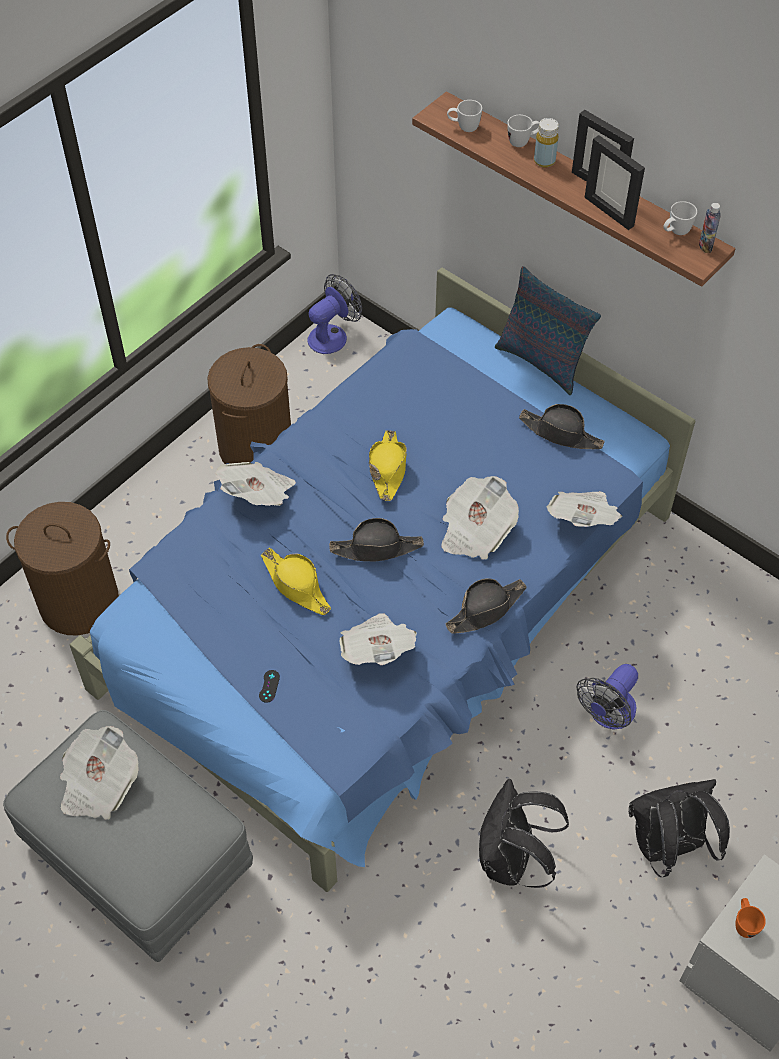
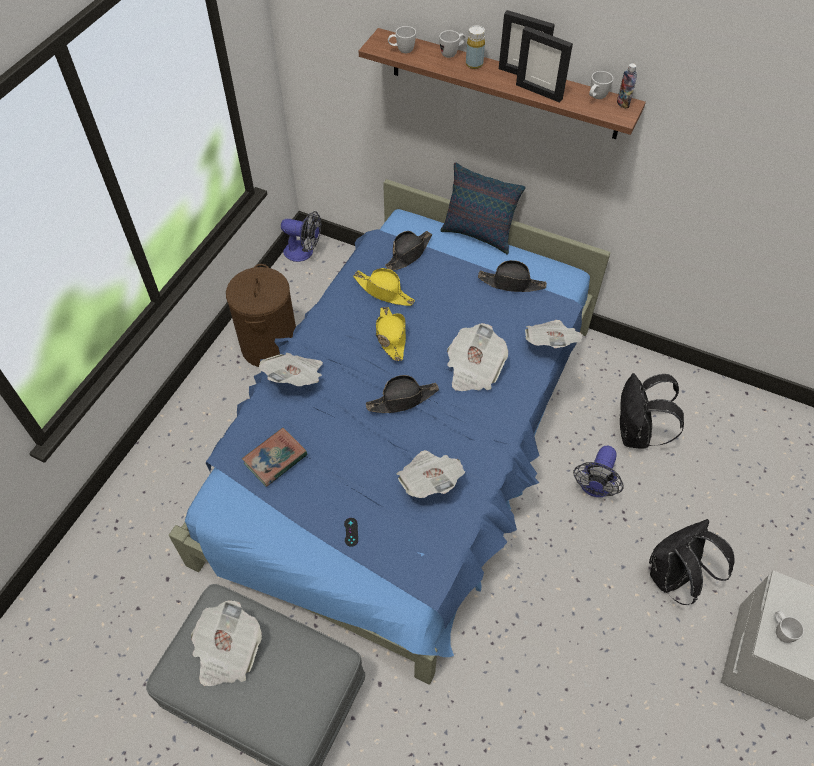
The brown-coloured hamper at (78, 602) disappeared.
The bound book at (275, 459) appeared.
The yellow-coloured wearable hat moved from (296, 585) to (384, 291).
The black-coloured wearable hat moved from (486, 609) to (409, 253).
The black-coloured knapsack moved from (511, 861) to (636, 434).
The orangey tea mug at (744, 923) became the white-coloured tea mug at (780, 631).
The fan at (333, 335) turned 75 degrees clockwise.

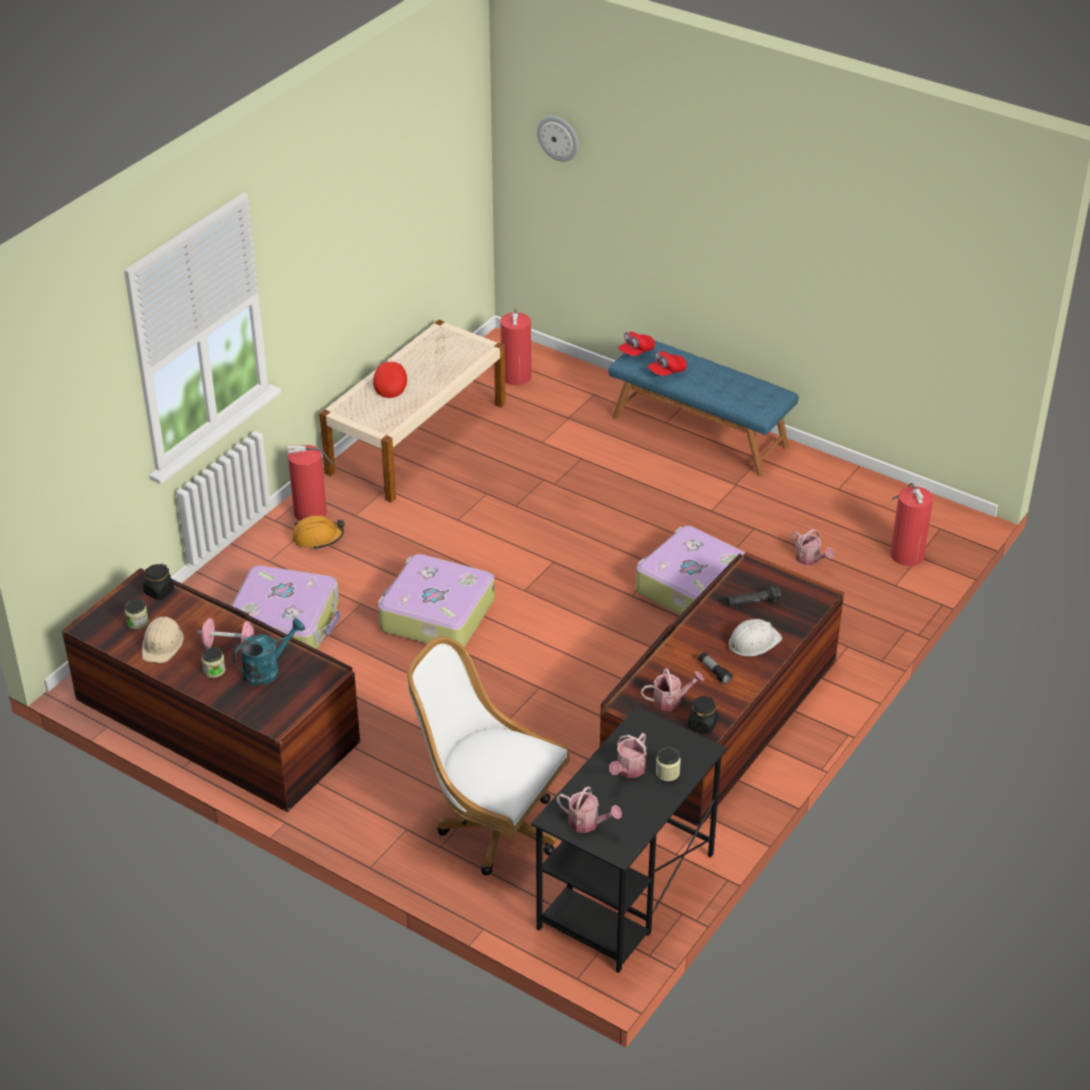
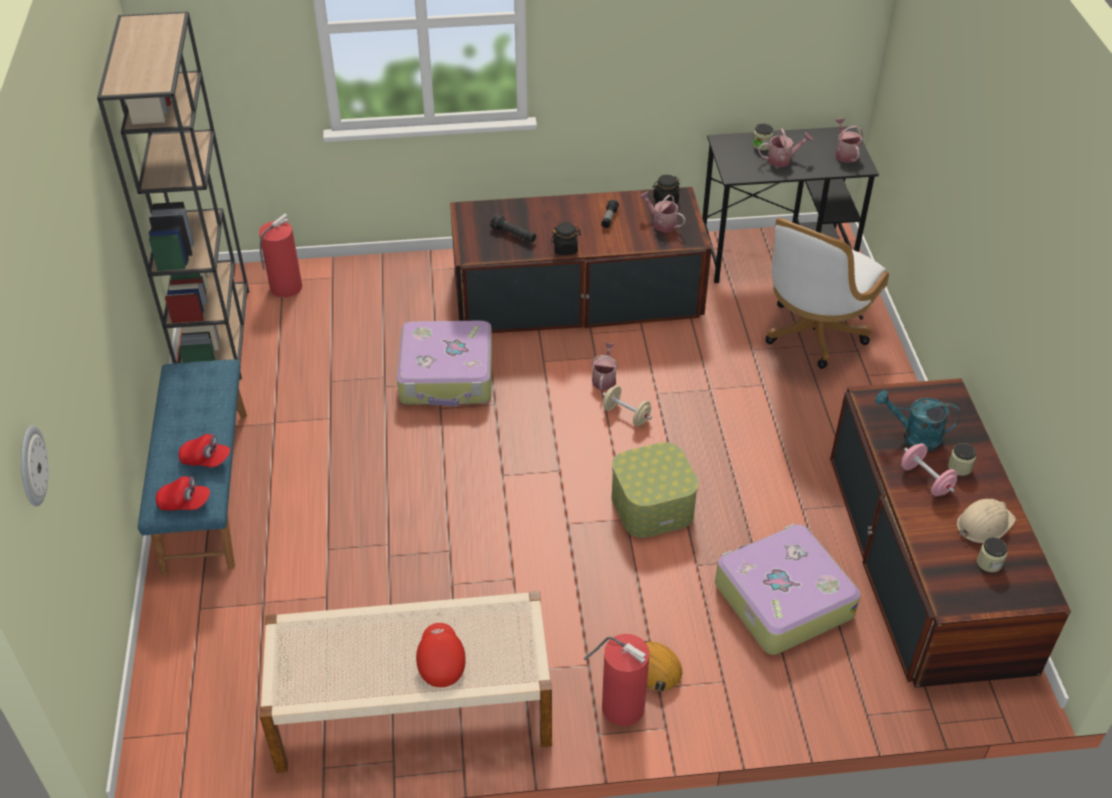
The fire extinguisher at (516, 375) disappeared.
The white-coloured hard hat at (753, 642) disappeared.
The bookshelf at (214, 335) appeared.
The beige hand weight at (626, 415) appeared.
The black-coloured preserve jar moved from (159, 592) to (566, 249).
The watering pot moved from (810, 559) to (604, 379).
The travel case at (436, 615) was replaced by the storage container at (652, 505).
The red-coloured cap at (390, 385) turned 120 degrees clockwise.
The white-coloured office chair at (490, 826) turned 45 degrees clockwise.

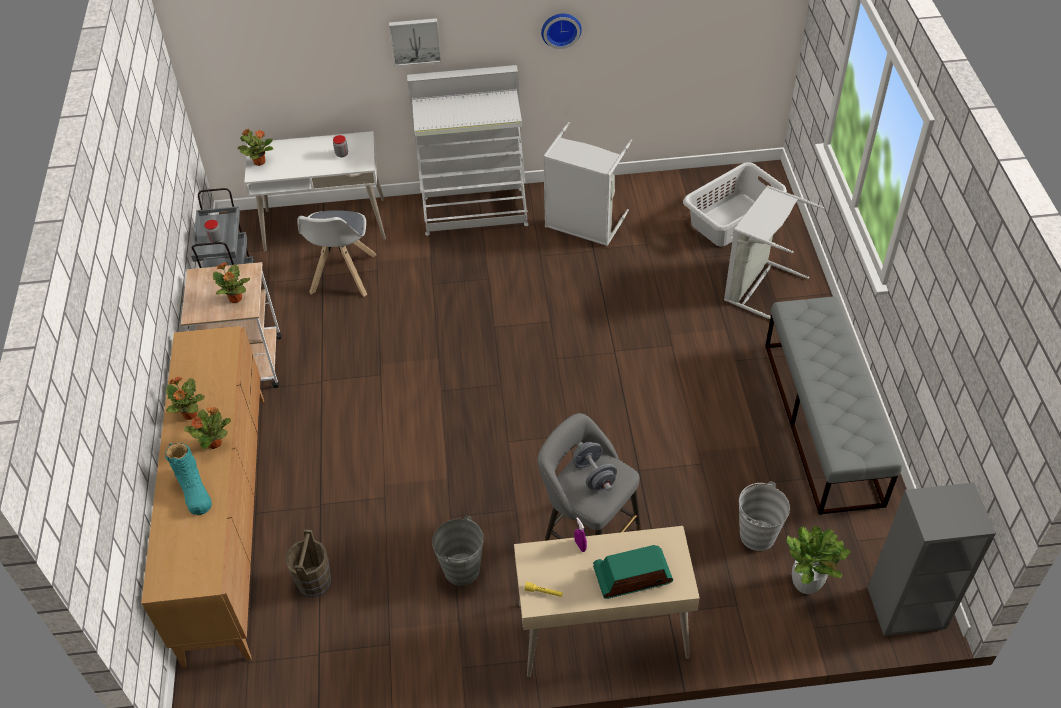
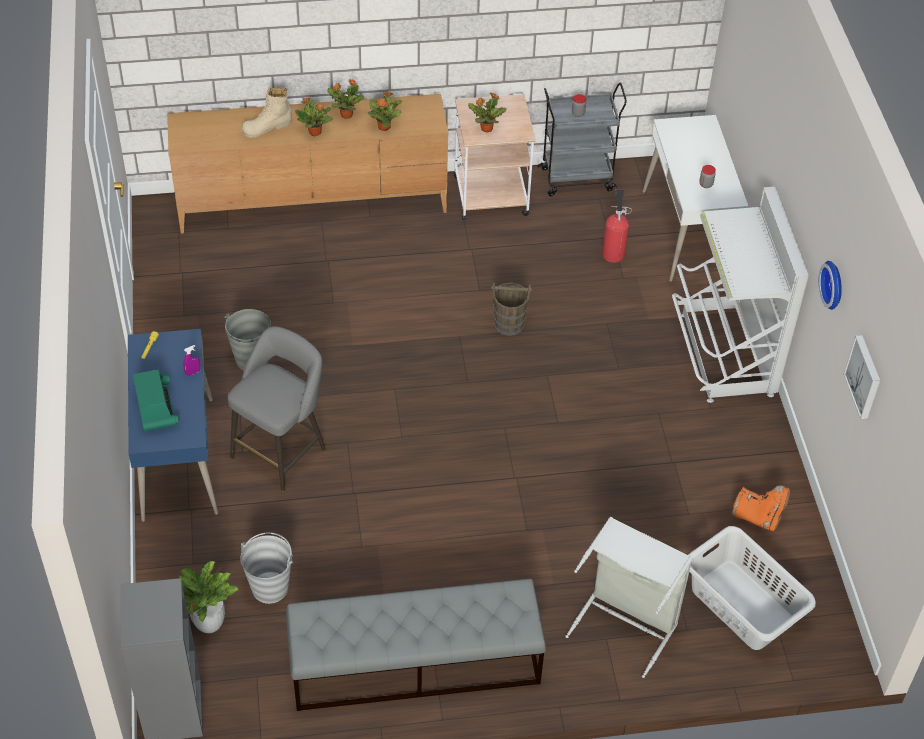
The grey hamper at (583, 225) disappeared.
The grey hand weight at (594, 475) disappeared.
The orangey boot at (758, 518) appeared.
The plant in a pot moved from (259, 162) to (384, 127).
The brown-coloured pail moved from (314, 582) to (508, 324).
The wall picture moved from (415, 40) to (864, 376).
The plain chair at (342, 275) was replaced by the fire extinguisher at (613, 252).
The turquoise-coloured boot at (194, 490) became the beige boot at (267, 127).
The beige desk unit at (602, 631) became the blue-coloured desk unit at (177, 459).

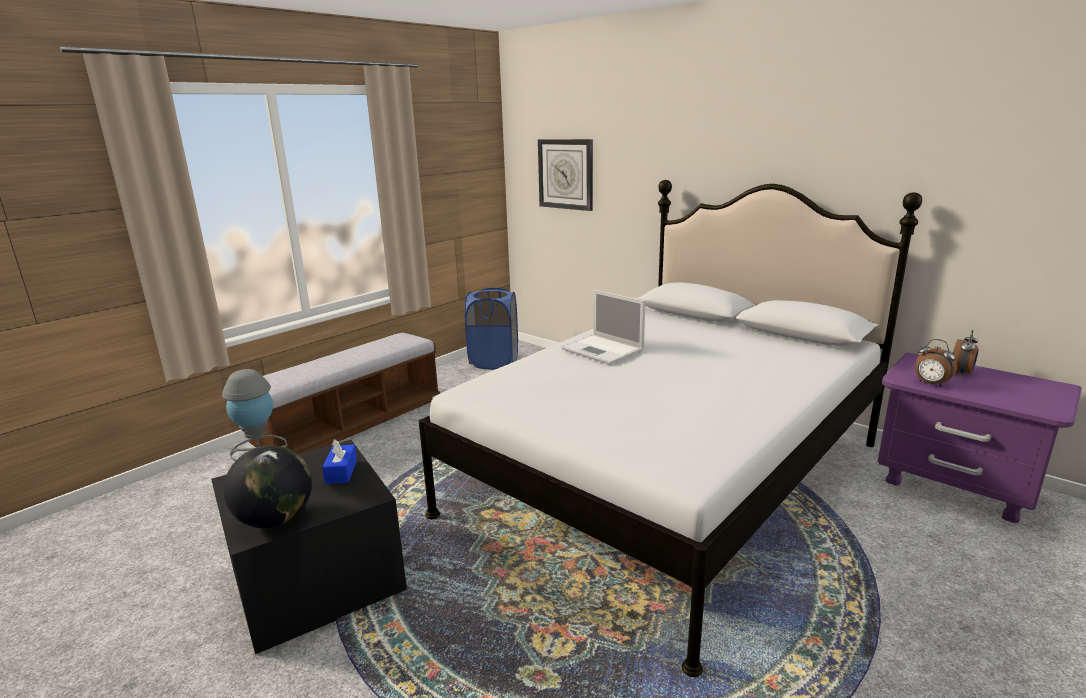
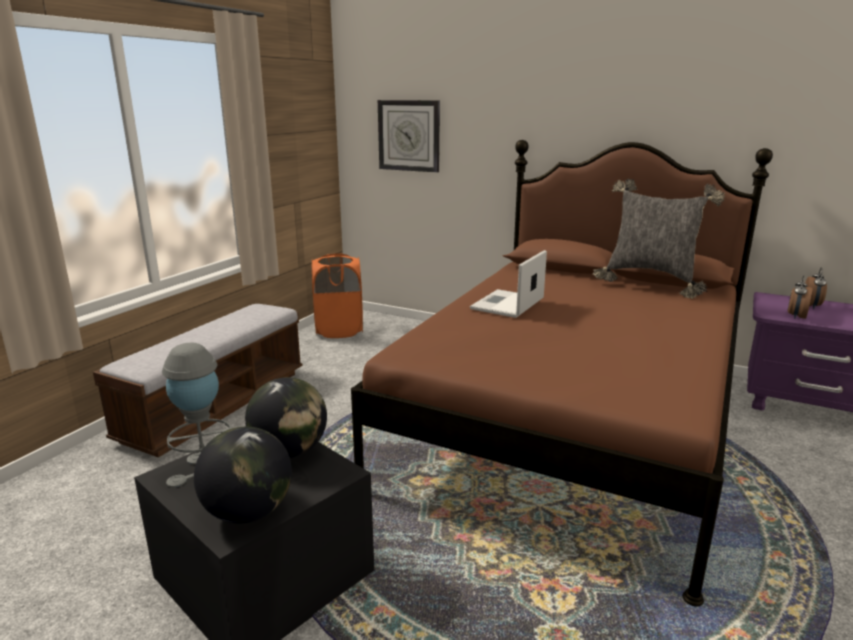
The cushion at (650, 287) appeared.
The blue-coloured box of tissues at (341, 471) was replaced by the world globe at (289, 451).
The white-coloured sleeping bed at (670, 478) became the brown-coloured sleeping bed at (572, 425).
The blue-coloured hamper at (494, 361) became the orangey hamper at (339, 330).
The notebook computer at (603, 350) turned 90 degrees clockwise.
The table clock at (930, 384) turned 90 degrees clockwise.

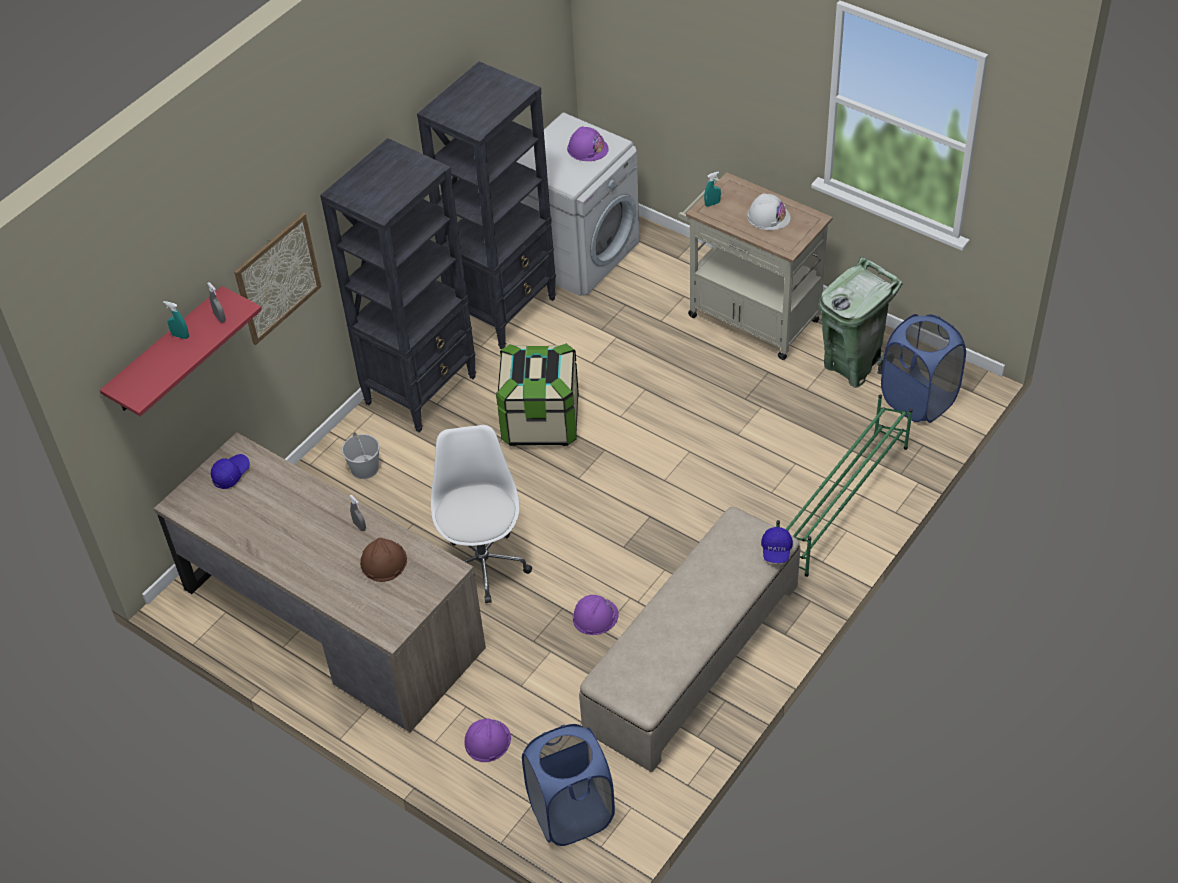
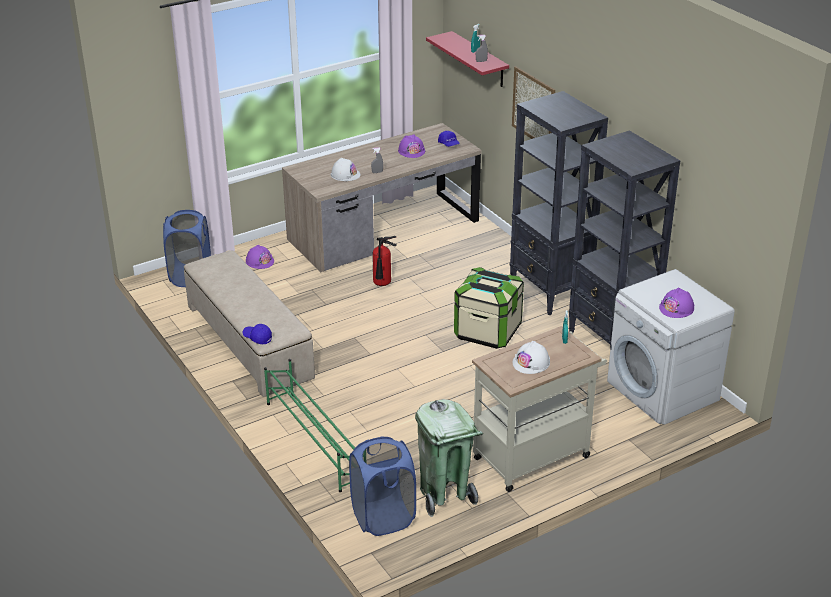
The white-coloured pail at (364, 468) disappeared.
The purplish hard hat moved from (595, 616) to (411, 151).
The white-coloured office chair at (483, 564) was replaced by the fire extinguisher at (382, 285).
The brown-coloured hard hat at (383, 561) became the white-coloured hard hat at (345, 174).

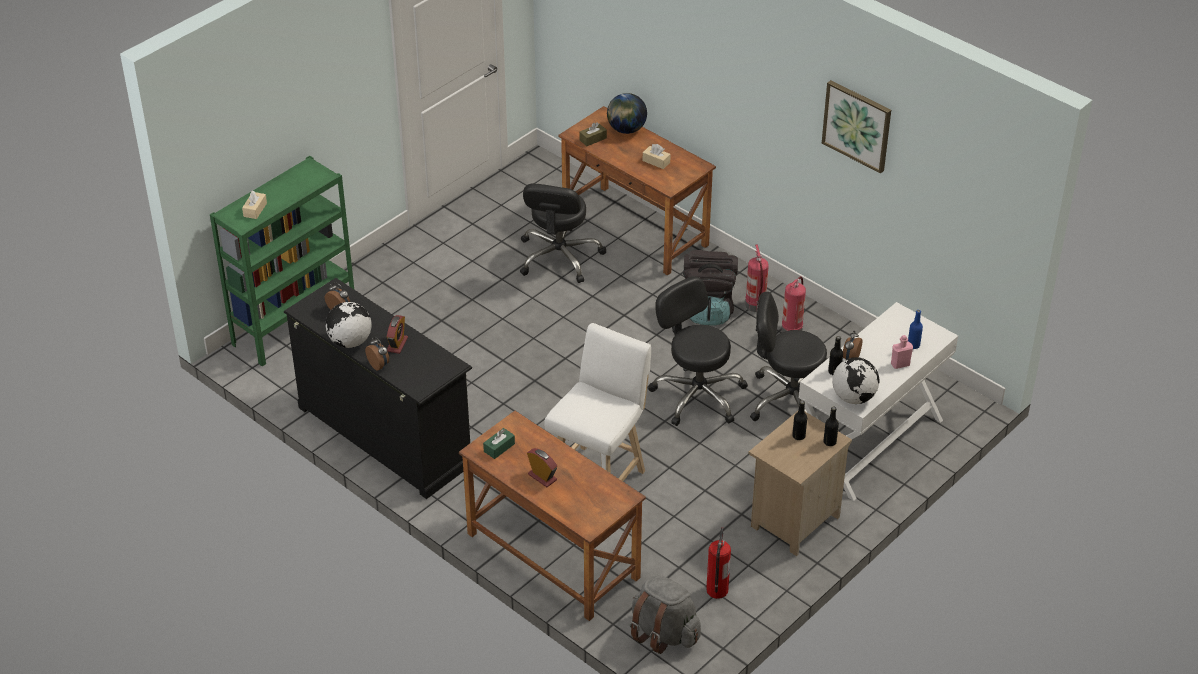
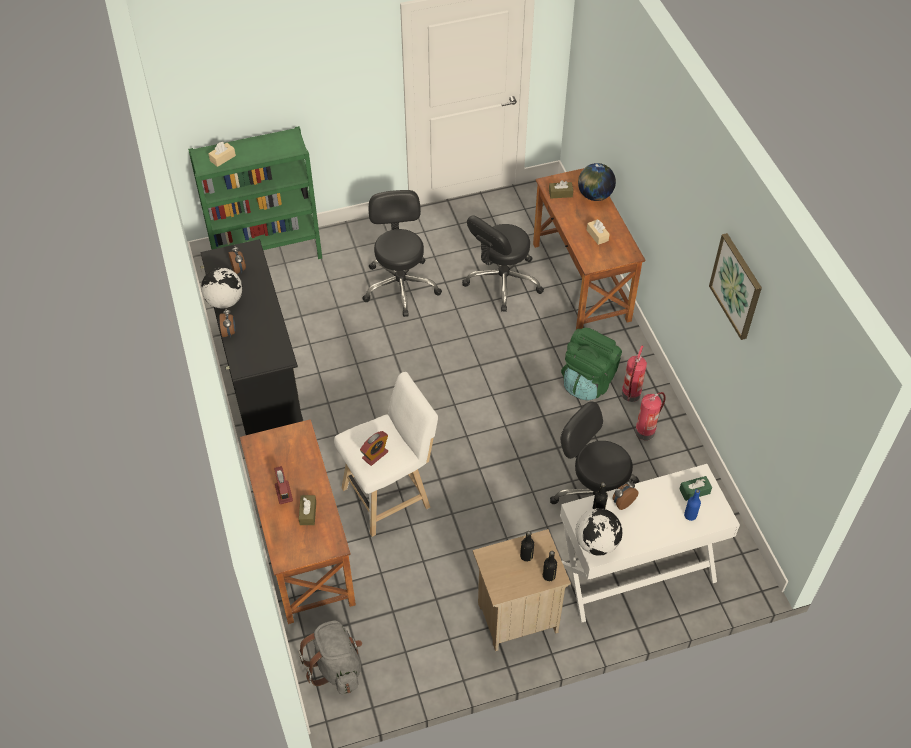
The fire extinguisher at (717, 590) disappeared.
The pink-coloured beverage bottle at (900, 364) disappeared.
The brown-coloured box of tissues at (308, 513) appeared.
The table clock moved from (397, 344) to (375, 455).
The green-coloured box of tissues moved from (499, 447) to (694, 491).
The black-coloured office chair moved from (695, 393) to (400, 283).
The black-coloured knapsack at (708, 310) became the green-coloured knapsack at (588, 381).

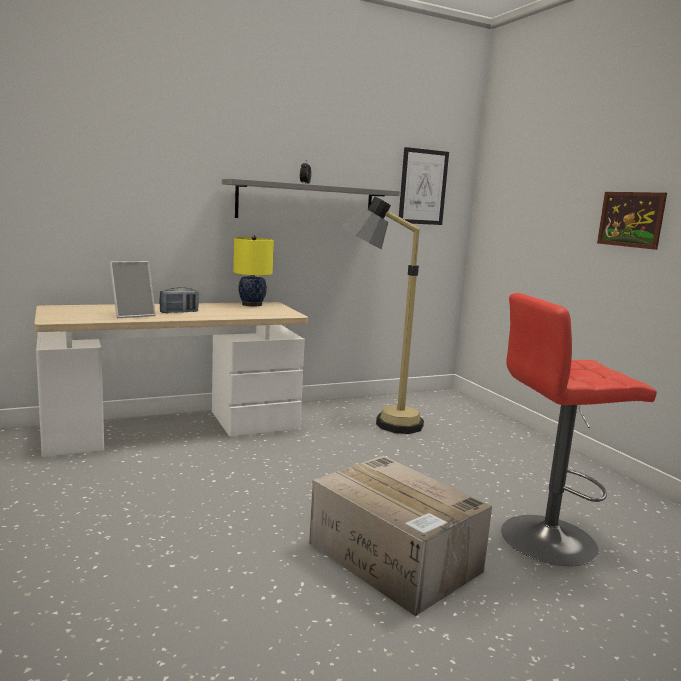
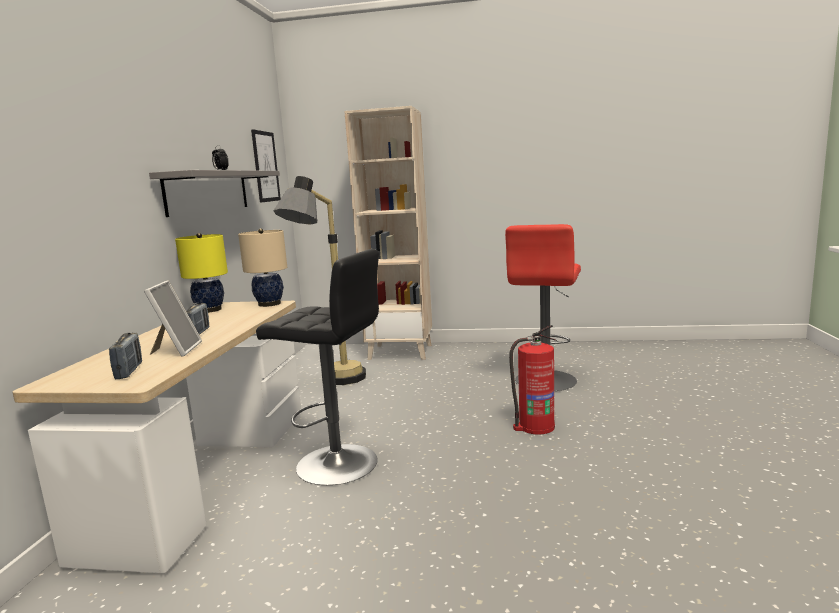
The wall picture at (631, 219) disappeared.
The radio at (129, 371) appeared.
The beige table lamp at (269, 304) appeared.
The black-coloured stool at (337, 465) appeared.
The beige bookshelf at (401, 352) appeared.
The packing box at (396, 558) was replaced by the fire extinguisher at (535, 426).

